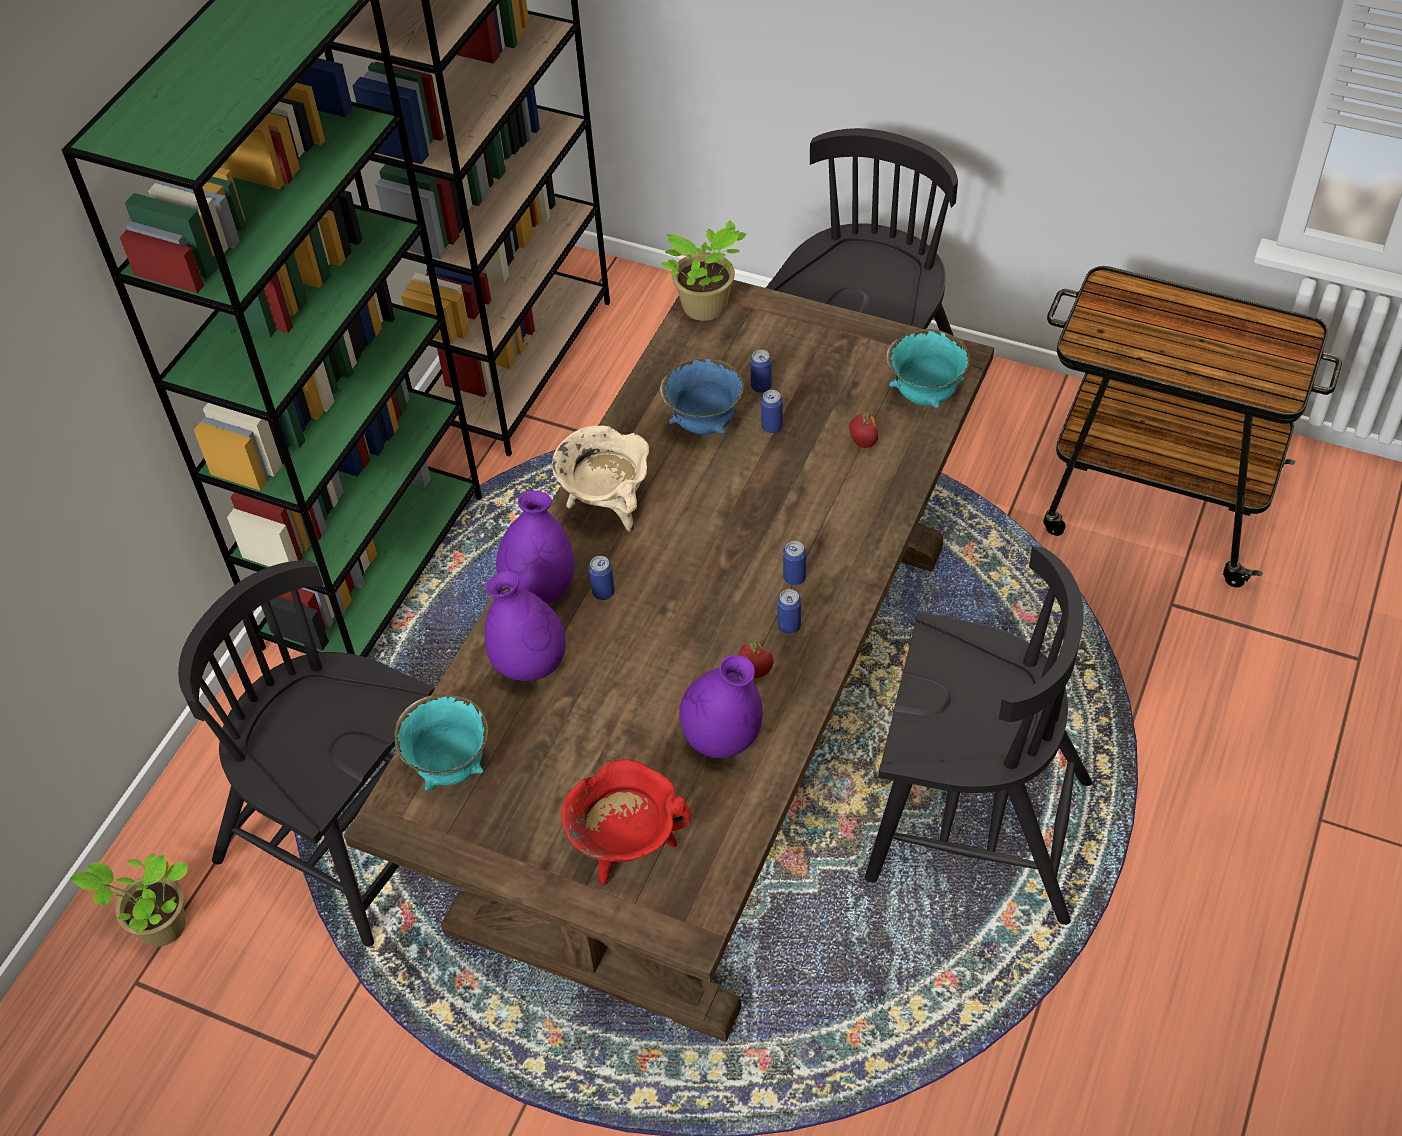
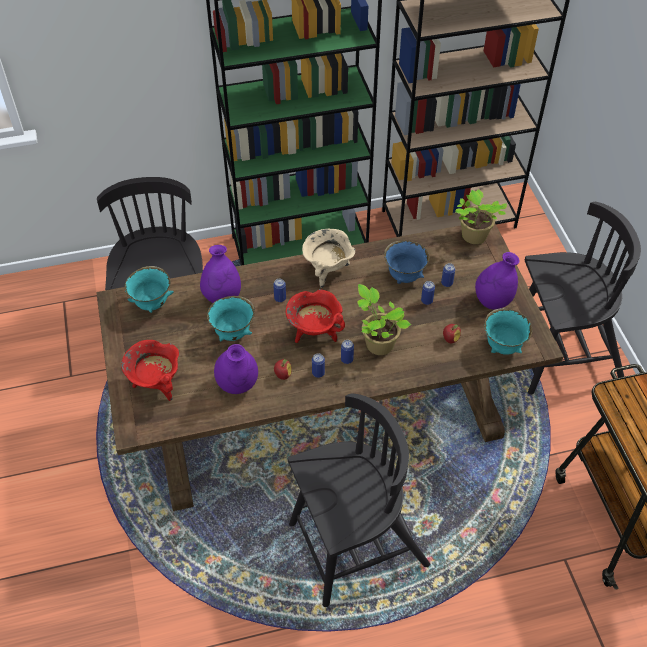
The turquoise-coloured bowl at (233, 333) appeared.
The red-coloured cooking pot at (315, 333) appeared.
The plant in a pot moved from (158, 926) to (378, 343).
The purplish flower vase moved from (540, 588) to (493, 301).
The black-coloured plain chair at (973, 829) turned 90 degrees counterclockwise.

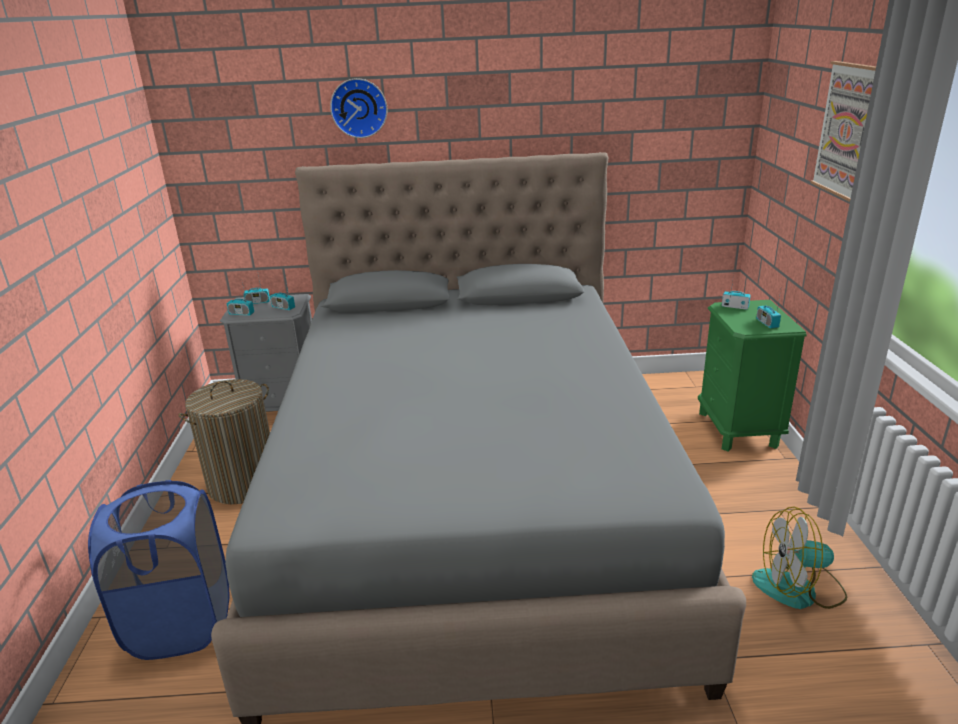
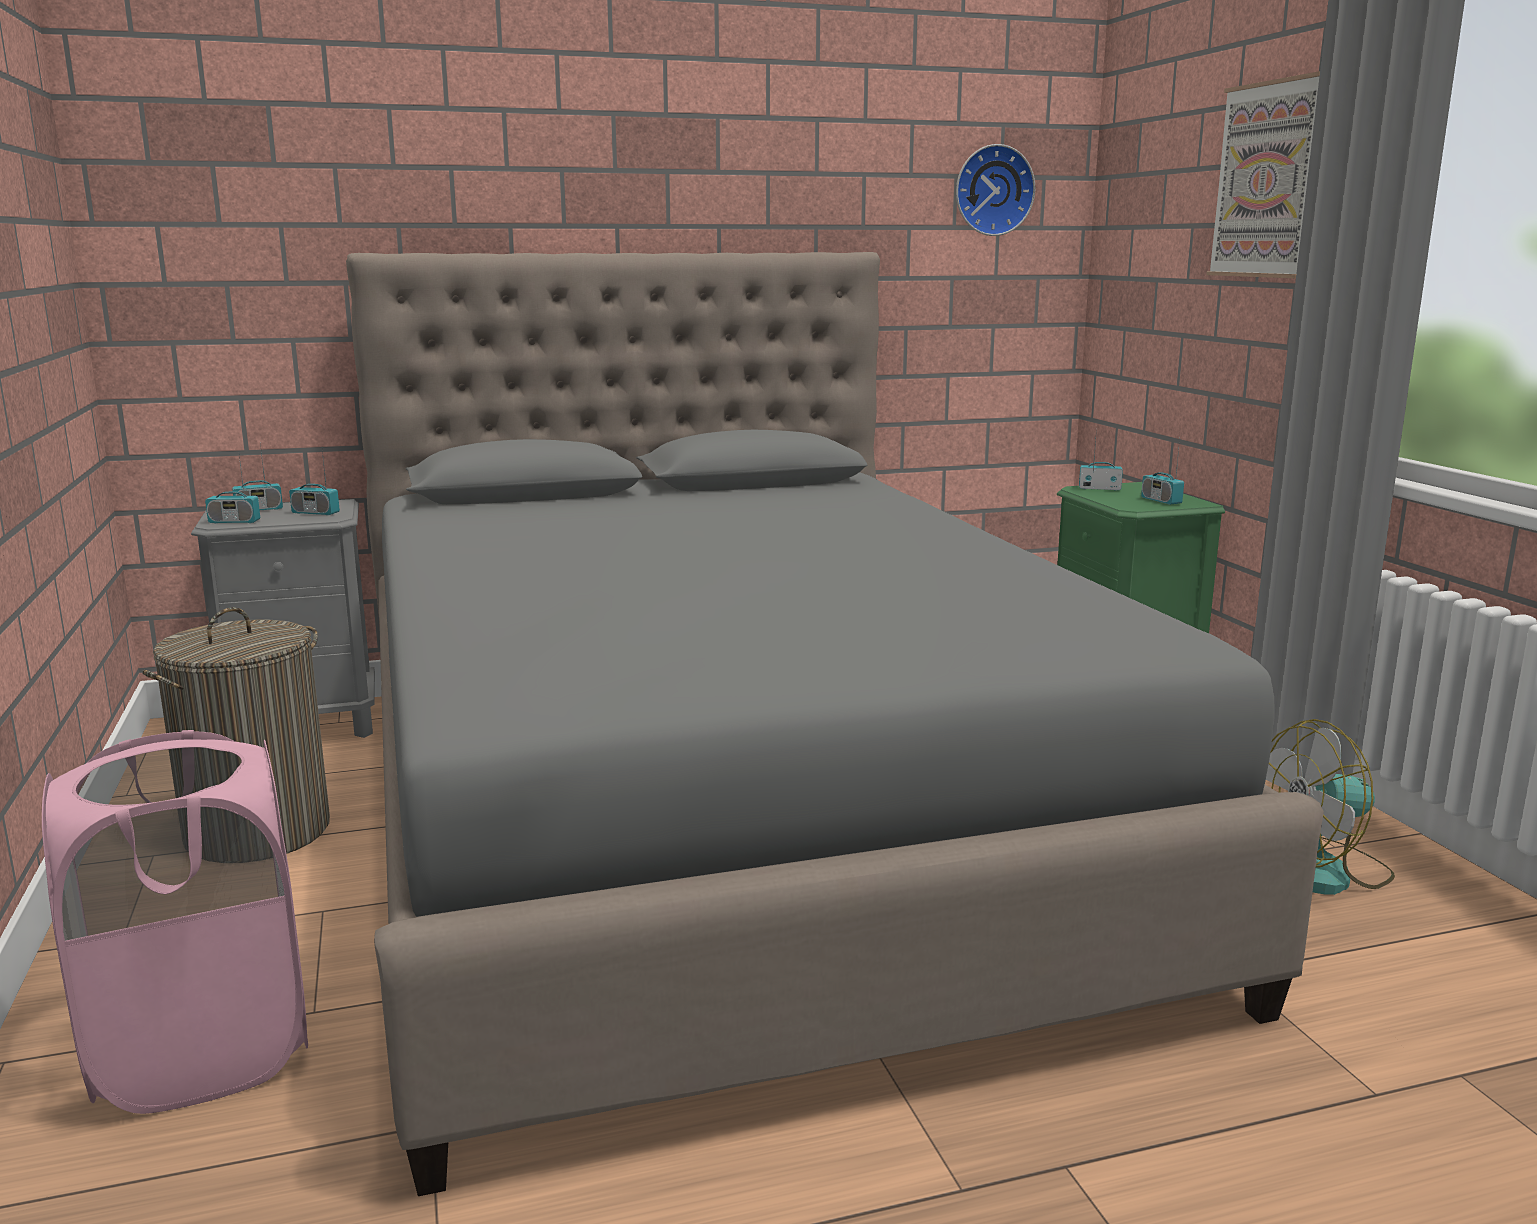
The wall clock moved from (359, 108) to (992, 190).
The blue-coloured hamper at (181, 624) became the pink-coloured hamper at (203, 1049).

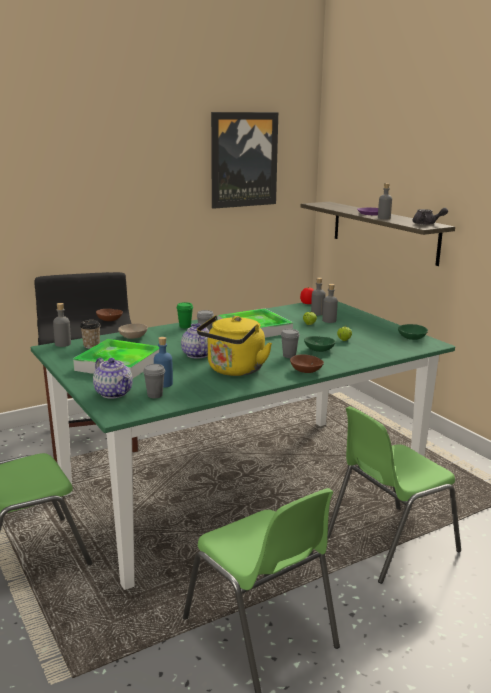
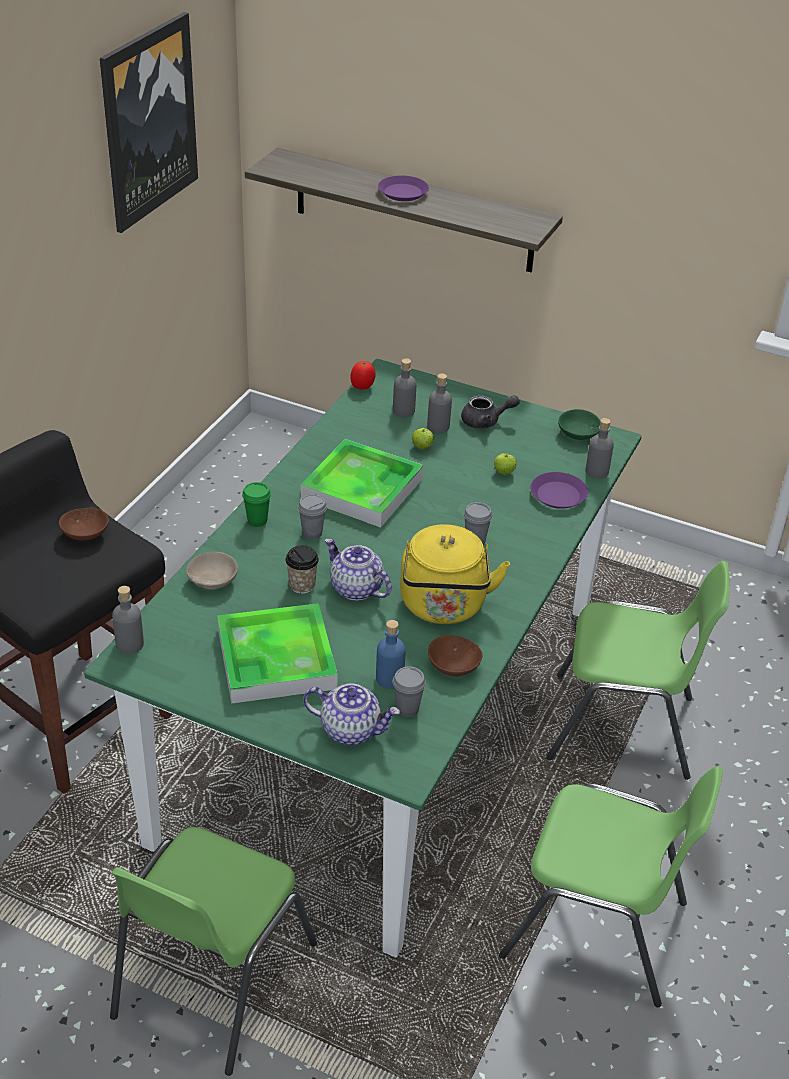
The green-coloured bowl at (318, 350) disappeared.
The purplish flat dish at (558, 495) appeared.
The cup moved from (91, 346) to (302, 585).
The brown-coloured bowl moved from (305, 370) to (452, 666).
The grey beverage bottle moved from (384, 218) to (597, 472).
The grey teapot moved from (427, 224) to (486, 421).
The green-coloured plain chair at (388, 544) turned 105 degrees counterclockwise.

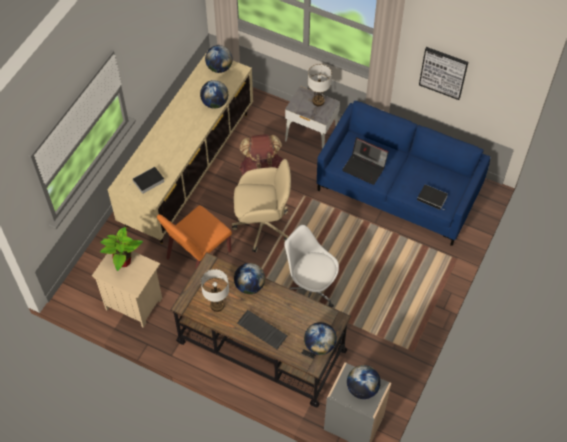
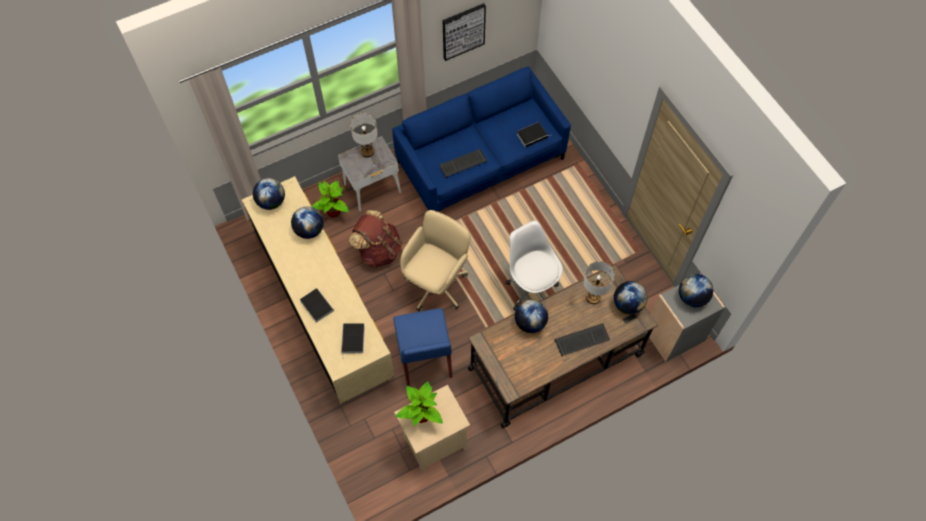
The bound book at (316, 305) appeared.
The plant in a pot at (333, 212) appeared.
The table lamp moved from (217, 305) to (593, 297).
The notebook computer at (365, 168) was replaced by the computer keyboard at (463, 163).
The orangey plain chair at (198, 255) became the blue-coloured plain chair at (425, 357).
The white-coloured office chair at (310, 292) turned 75 degrees clockwise.

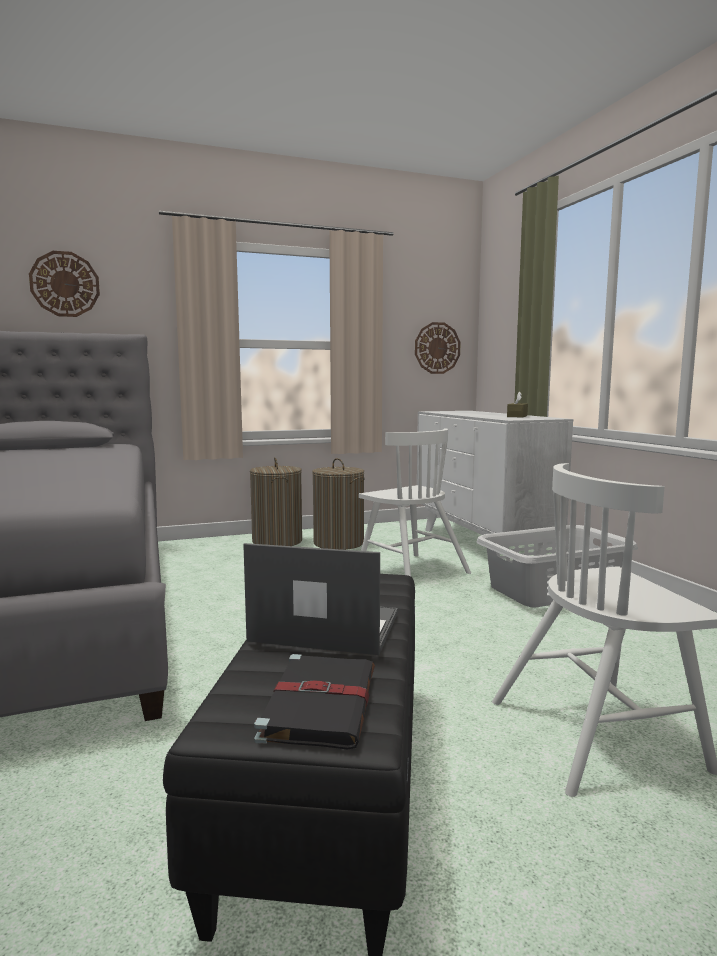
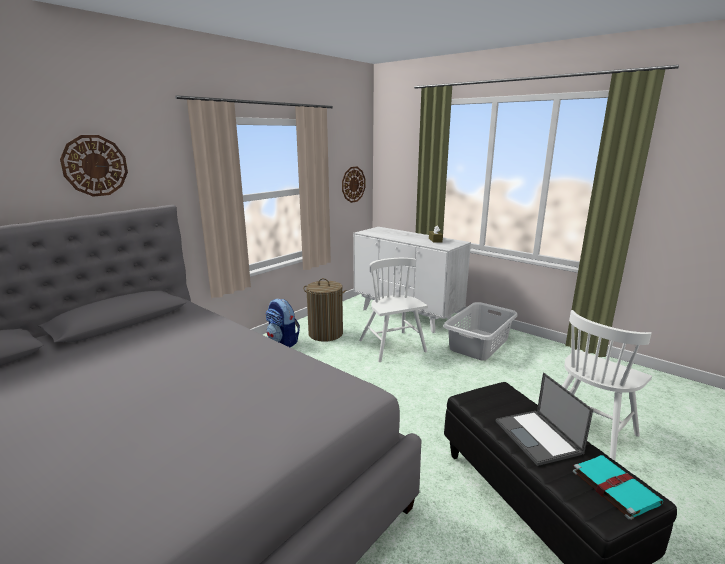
The hamper at (277, 541) was replaced by the knapsack at (283, 341).
The black-coloured bound book at (320, 703) became the turquoise-coloured bound book at (613, 486).
The notebook computer at (323, 627) turned 90 degrees counterclockwise.
The white-coloured plain chair at (408, 569) turned 135 degrees counterclockwise.

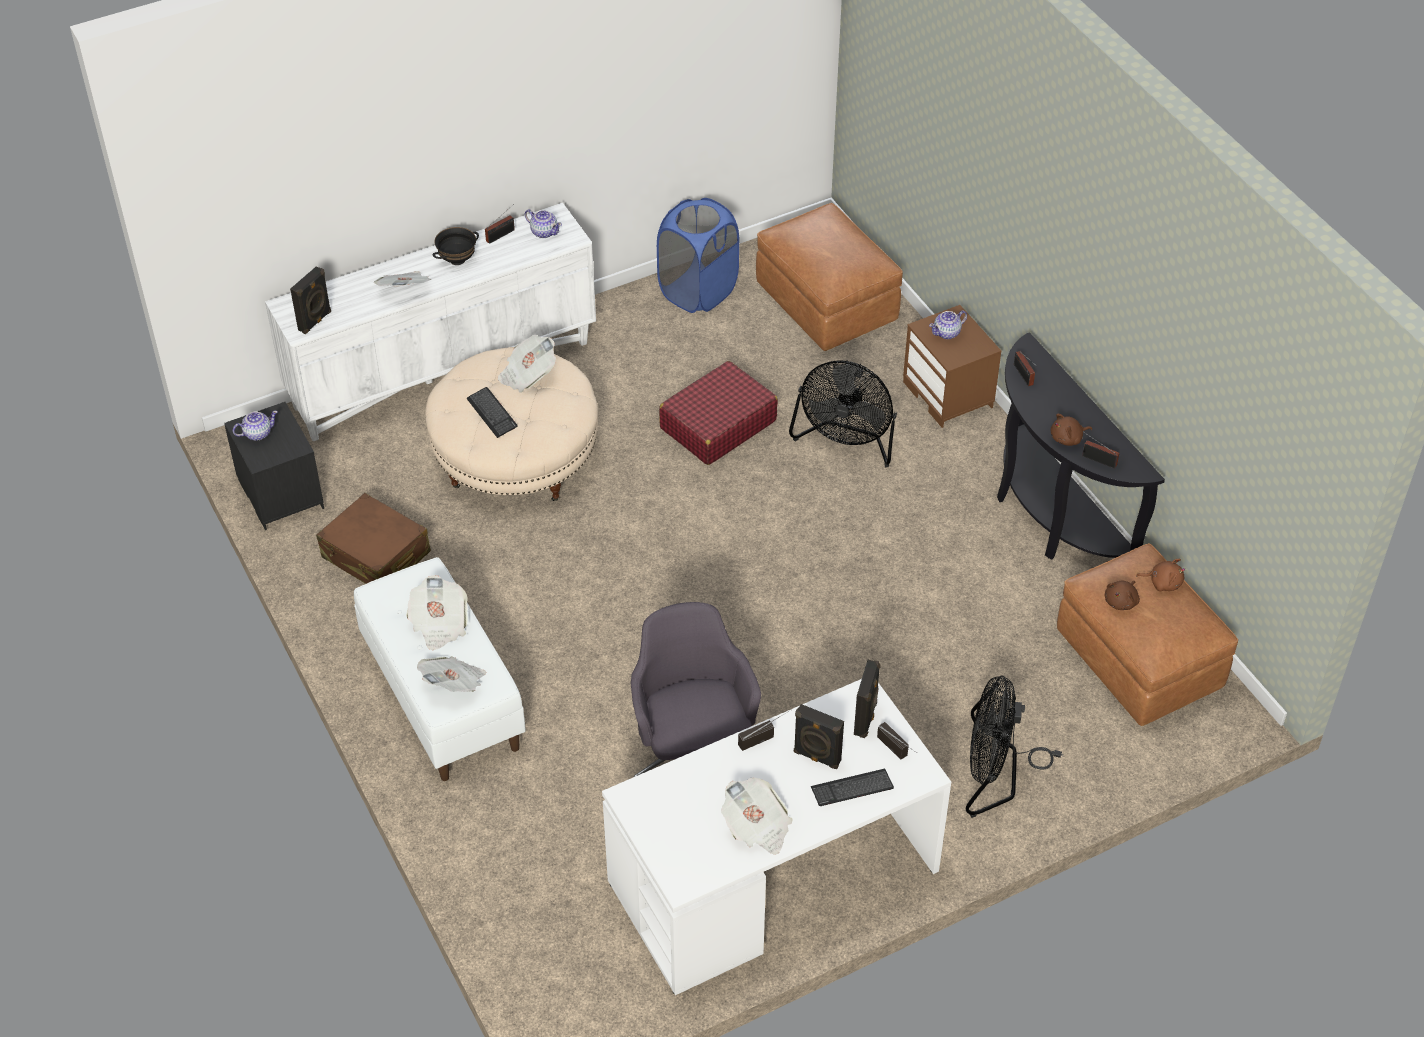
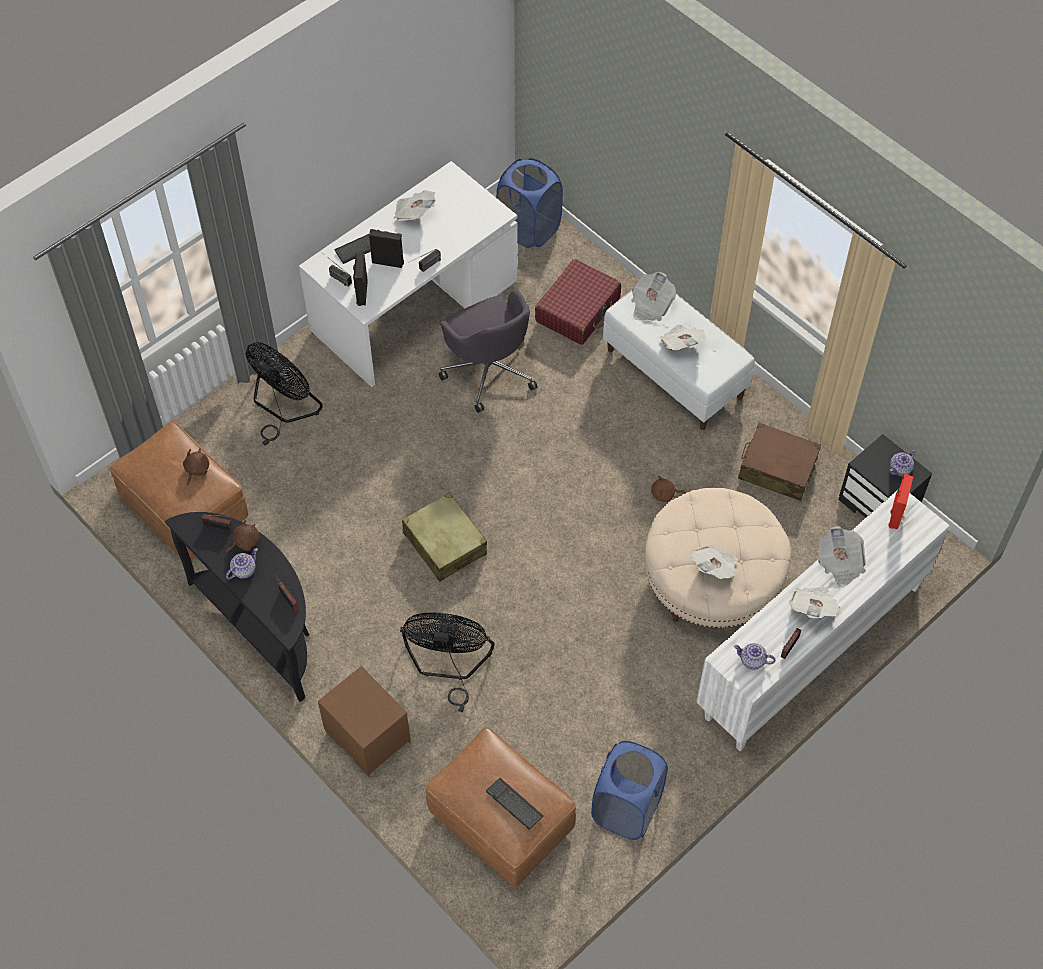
The beige travel case at (444, 543) appeared.
The blue-coloured hamper at (529, 228) appeared.
The computer keyboard moved from (492, 413) to (514, 804).
The red-coloured travel case moved from (717, 425) to (578, 309).
The teapot moved from (947, 333) to (243, 570).
The brown-coloured cuddly toy moved from (1163, 582) to (664, 494).
The black-coloured bowl at (457, 260) was replaced by the printed paper at (813, 608).
The black-coloured loudspeaker at (315, 321) became the red-coloured loudspeaker at (895, 514).
The black-coloured fan at (997, 769) turned 45 degrees counterclockwise.

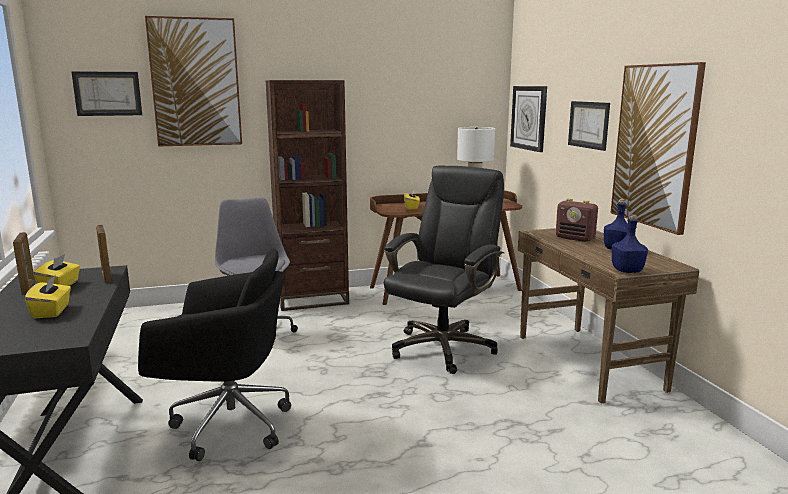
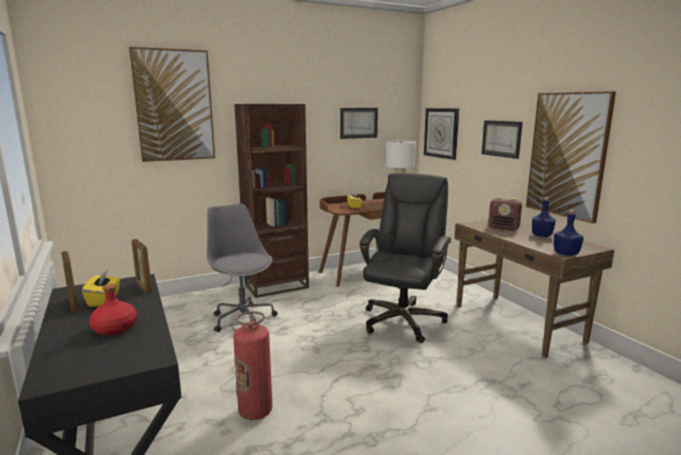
The wall picture moved from (107, 93) to (358, 123).
The yellow-coloured box of tissues at (52, 311) was replaced by the red-coloured beverage bottle at (114, 328).
The black-coloured office chair at (225, 427) was replaced by the fire extinguisher at (255, 411).

